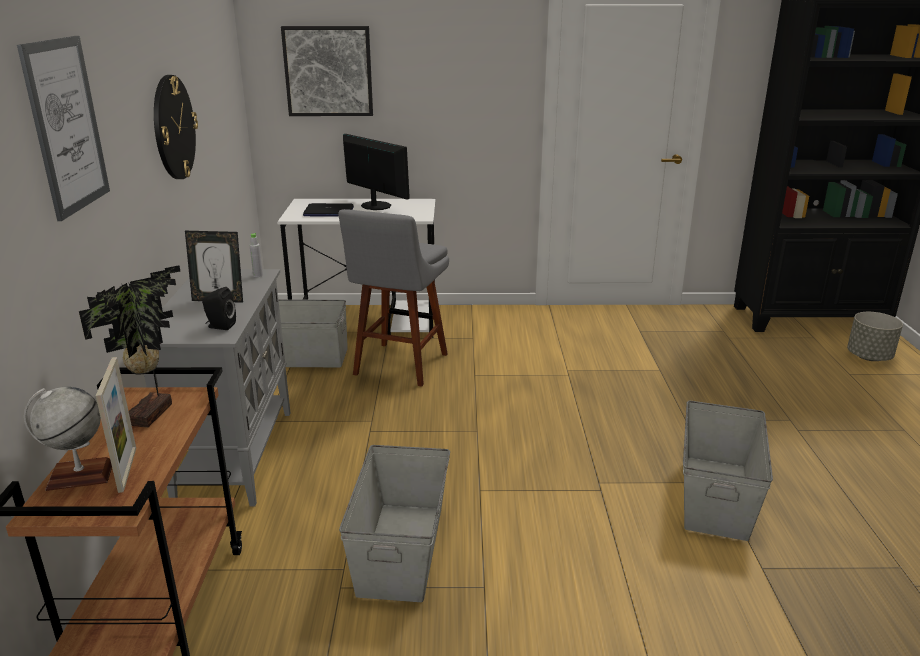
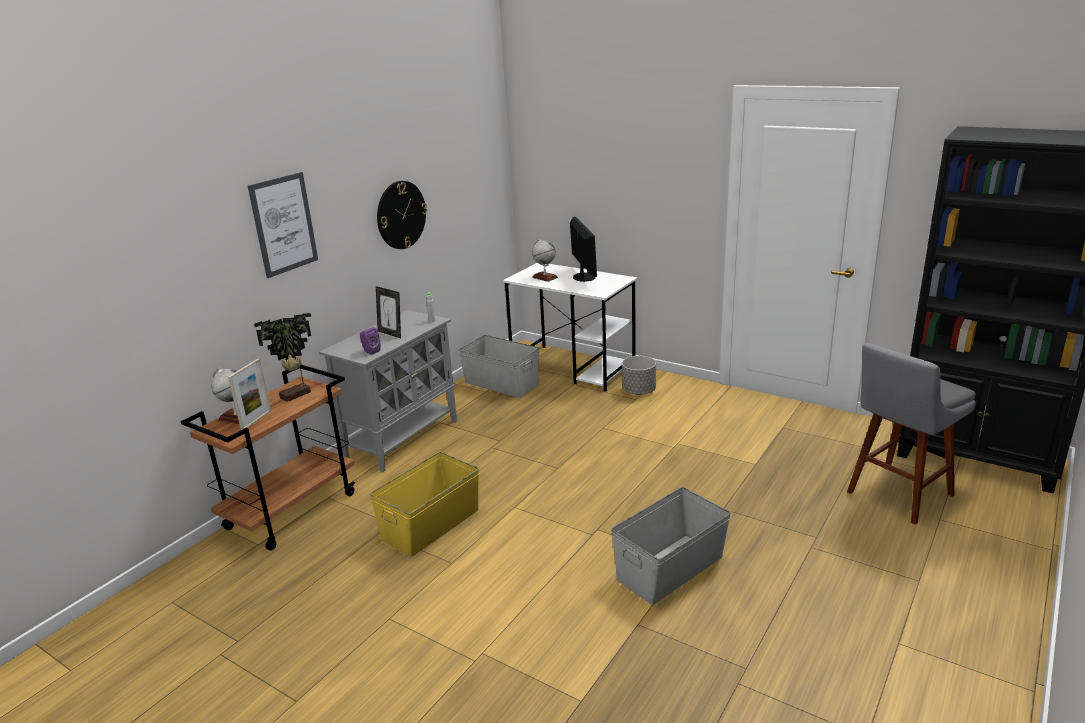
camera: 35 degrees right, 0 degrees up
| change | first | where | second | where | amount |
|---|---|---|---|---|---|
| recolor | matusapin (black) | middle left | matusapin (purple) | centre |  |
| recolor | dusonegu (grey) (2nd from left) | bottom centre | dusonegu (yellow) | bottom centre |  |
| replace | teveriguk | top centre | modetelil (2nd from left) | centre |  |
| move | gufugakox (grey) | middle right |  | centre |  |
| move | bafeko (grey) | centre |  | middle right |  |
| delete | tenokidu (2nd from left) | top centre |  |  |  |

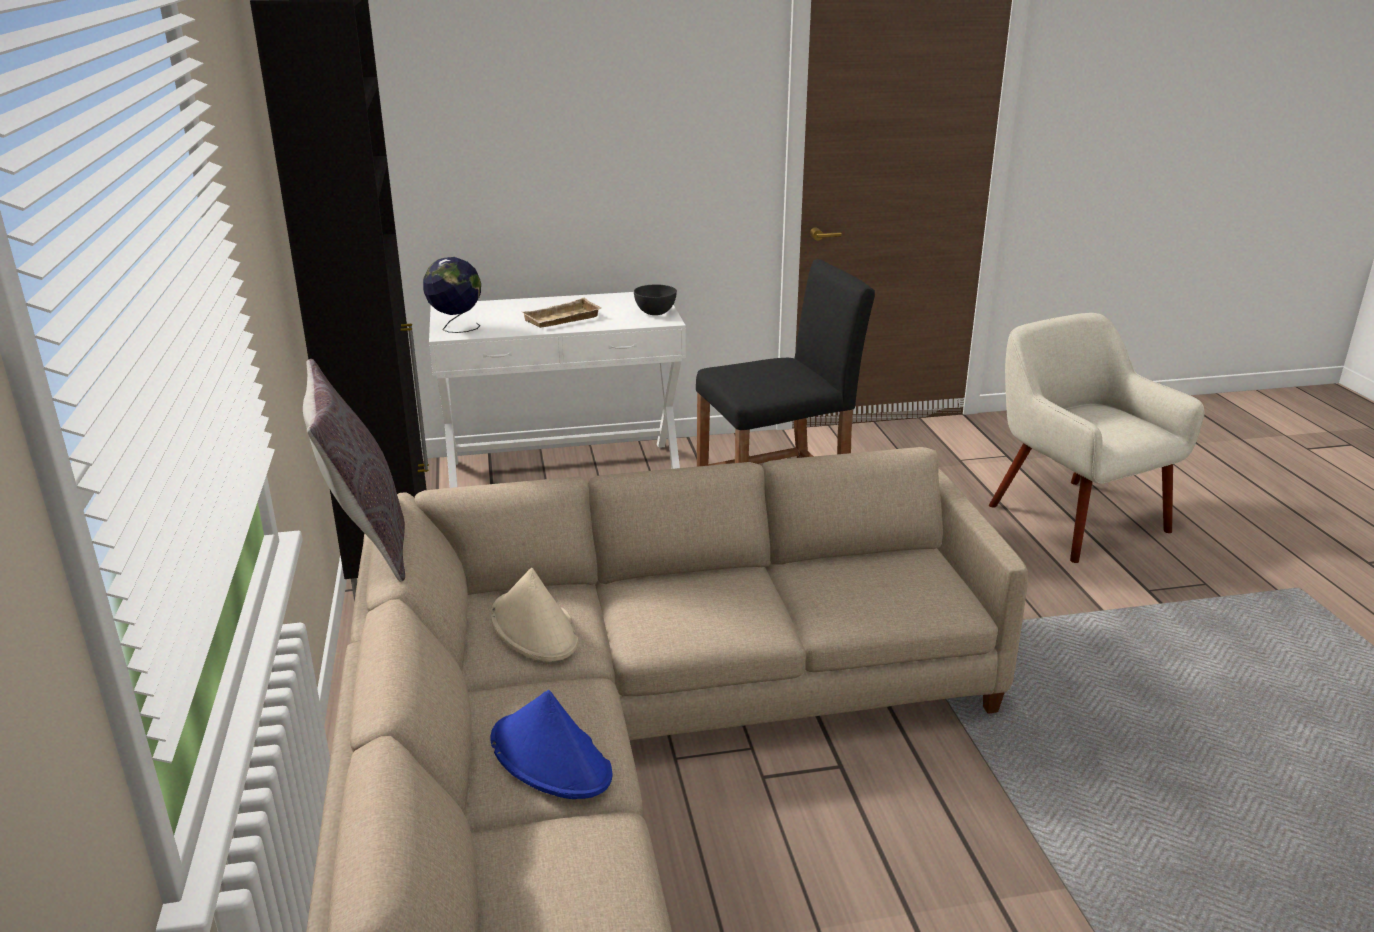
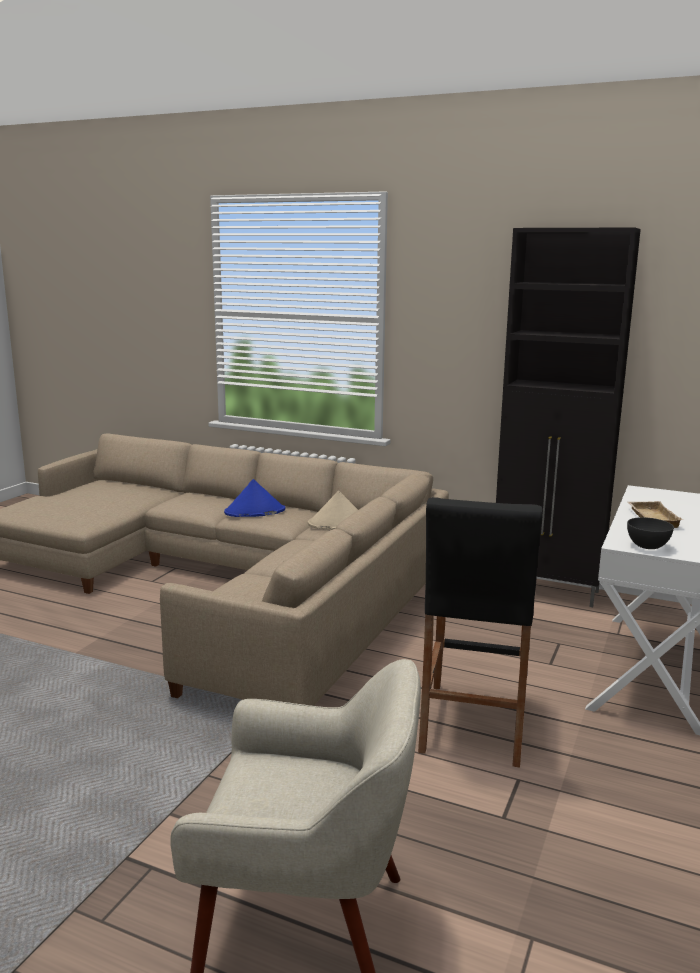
camera: 125 degrees right, 10 degrees down
| change | first | where | second | where | amount |
|---|---|---|---|---|---|
| delete | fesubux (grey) | middle left |  |  |  |
| delete | modetelil | top left |  |  |  |

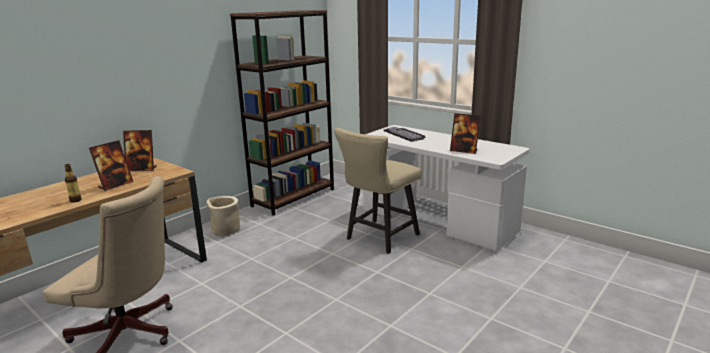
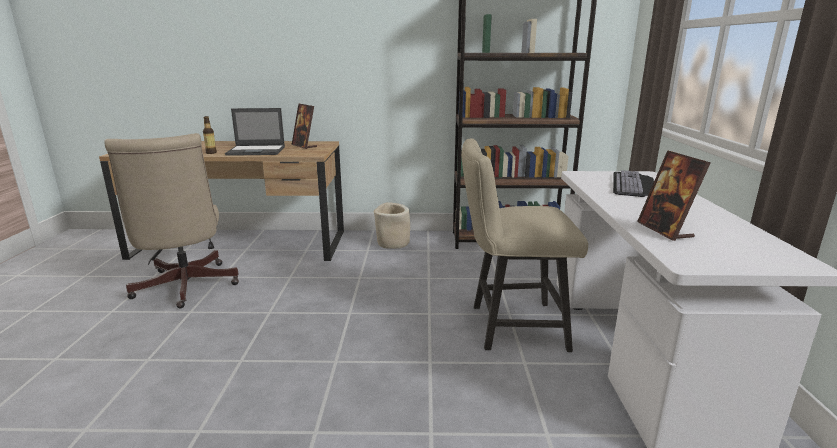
camera: 50 degrees right, 0 degrees up
| change | first | where | second | where | amount |
|---|---|---|---|---|---|
| replace | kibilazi (1st from left) | middle left | teveriguk | top left |  |

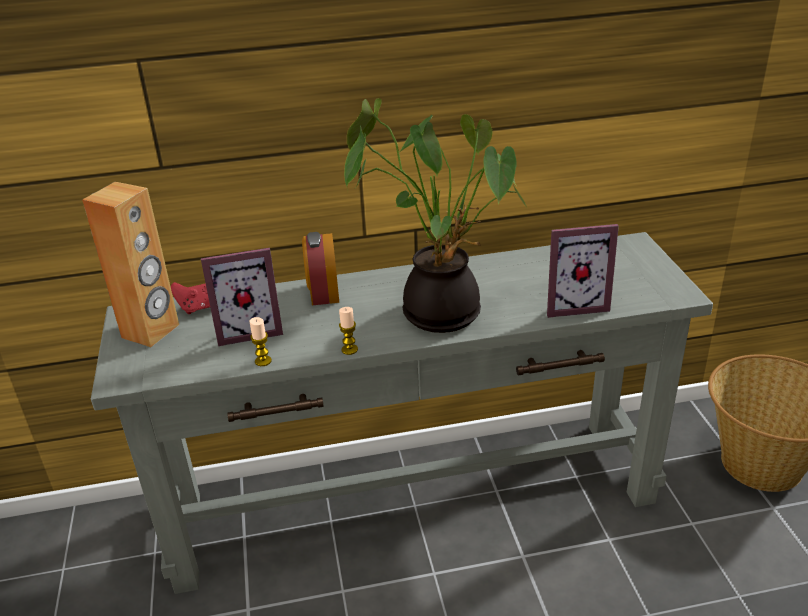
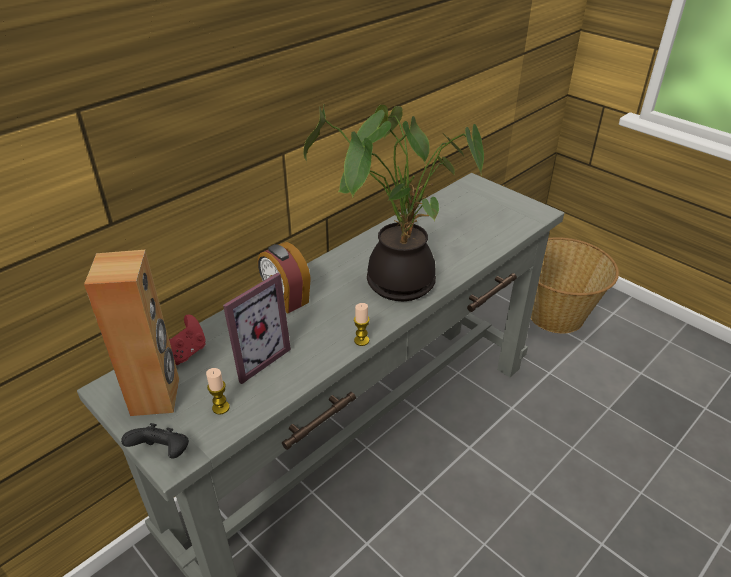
camera: 35 degrees left, 5 degrees up
| change | first | where | second | where | amount |
|---|---|---|---|---|---|
| insert |  |  | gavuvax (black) | bottom left |  |
| move | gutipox (1st from left) | middle left |  | bottom left |  |
| delete | kibilazi (2nd from left) | middle right |  |  |  |

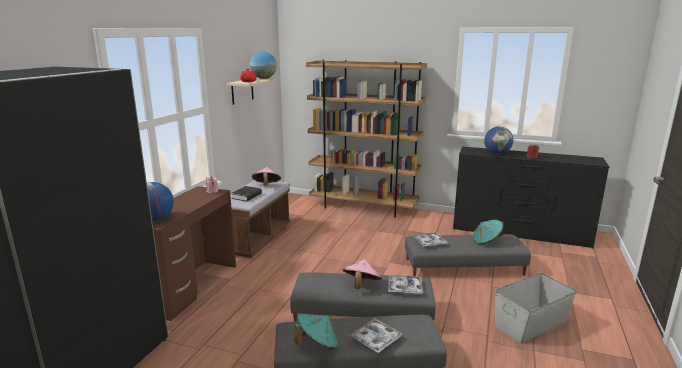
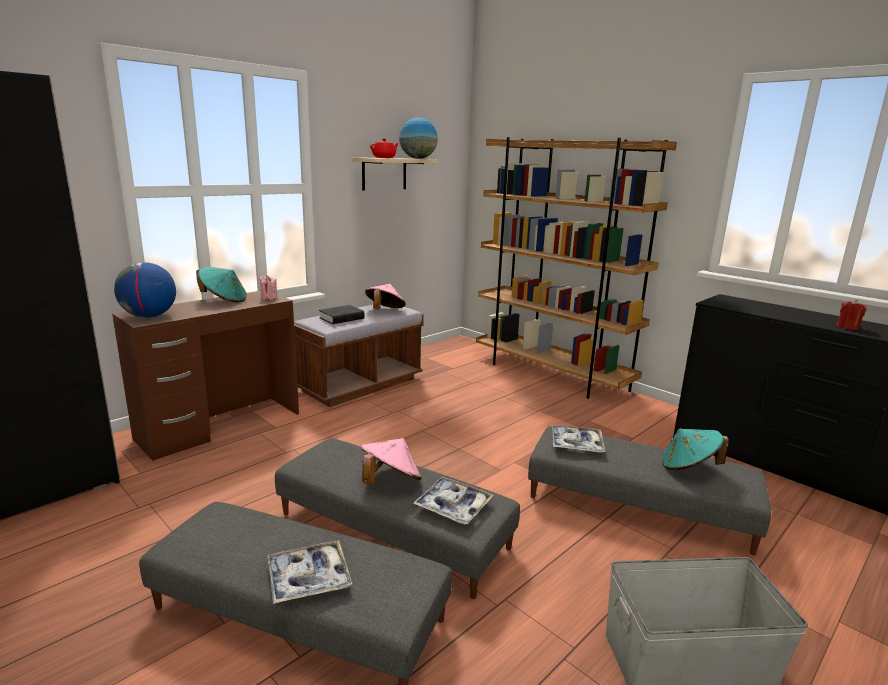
camera: 25 degrees right, 0 degrees up
| change | first | where | second | where | amount |
|---|---|---|---|---|---|
| move | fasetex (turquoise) (1st from left) | bottom centre |  | middle left |  |
| delete | modetelil (3rd from left) | middle right |  |  |  |

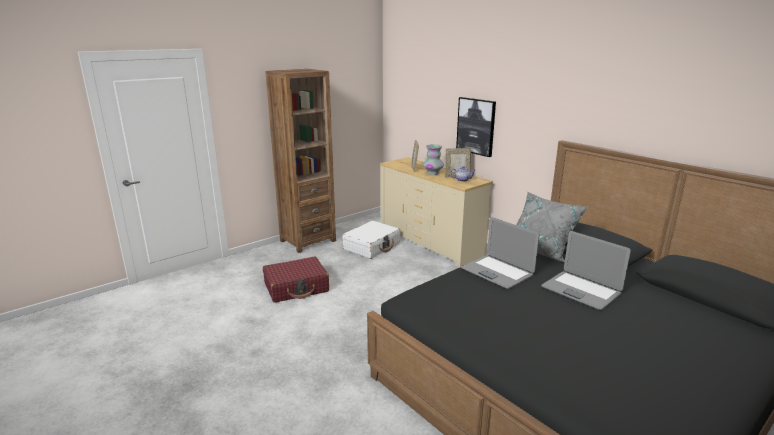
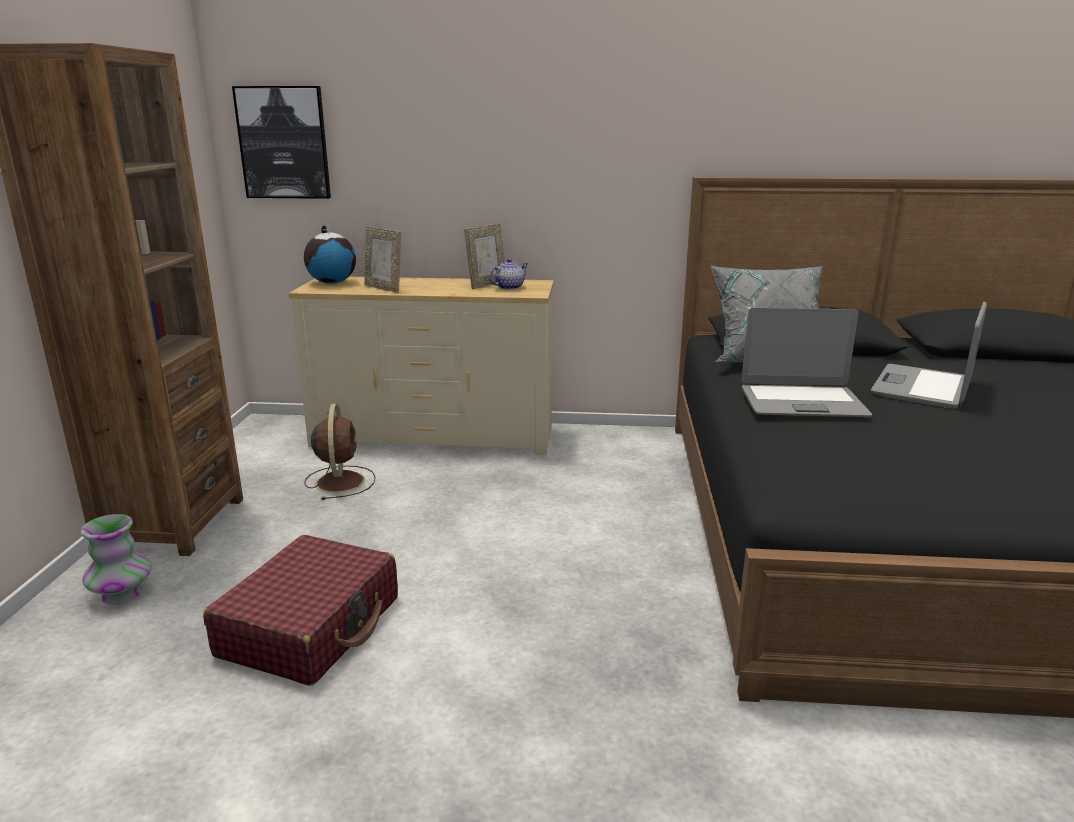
camera: 45 degrees left, 0 degrees up
| change | first | where | second | where | amount |
|---|---|---|---|---|---|
| move | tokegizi | centre |  | bottom left |  |
| move | tenokidu | top centre |  | top left |  |
| insert |  |  | modetelil | top left |  |
| replace | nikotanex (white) | centre | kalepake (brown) | middle left |  |
| rotate | teveriguk (2nd from left) | middle right |  | middle right | 120 degrees clockwise |

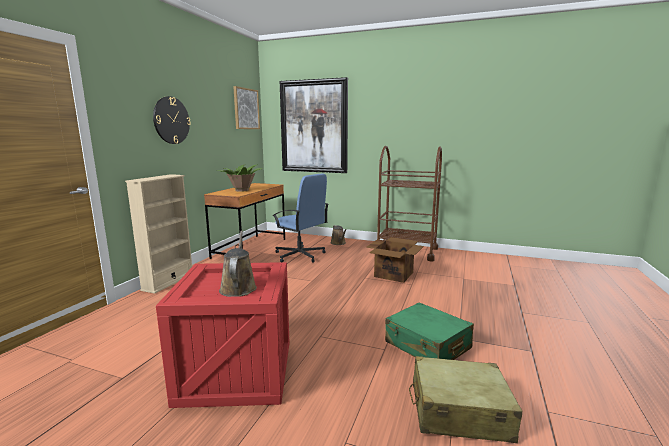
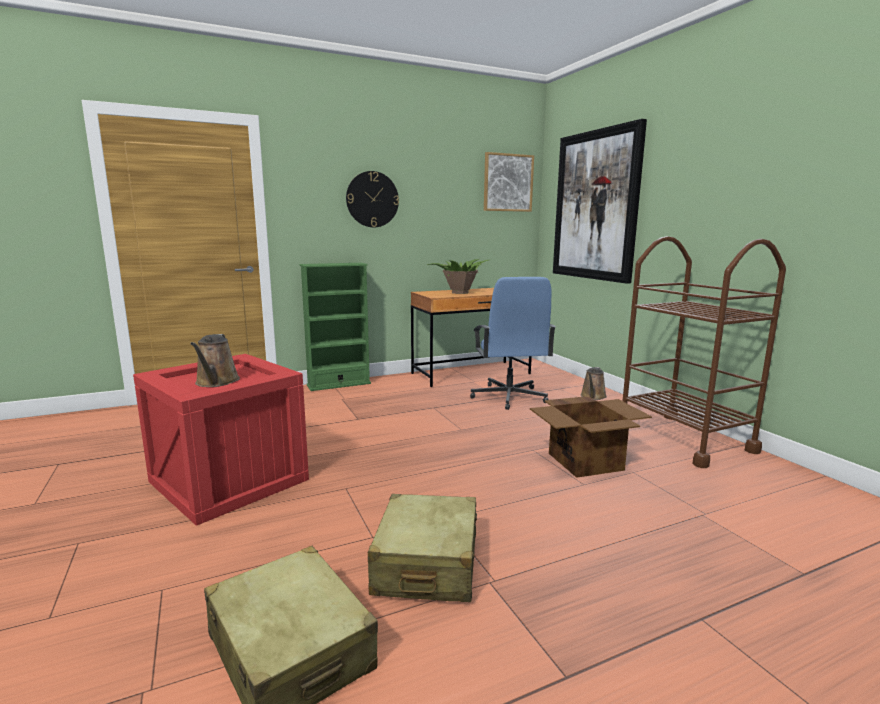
camera: 45 degrees right, 0 degrees up
| change | first | where | second | where | amount |
|---|---|---|---|---|---|
| rotate | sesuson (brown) (1st from left) | centre |  | middle left | 135 degrees clockwise |
| recolor | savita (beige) | middle left | savita (green) | centre |  |
| recolor | nikotanex (green) | bottom centre | nikotanex (beige) (2nd from left) | bottom centre |  |

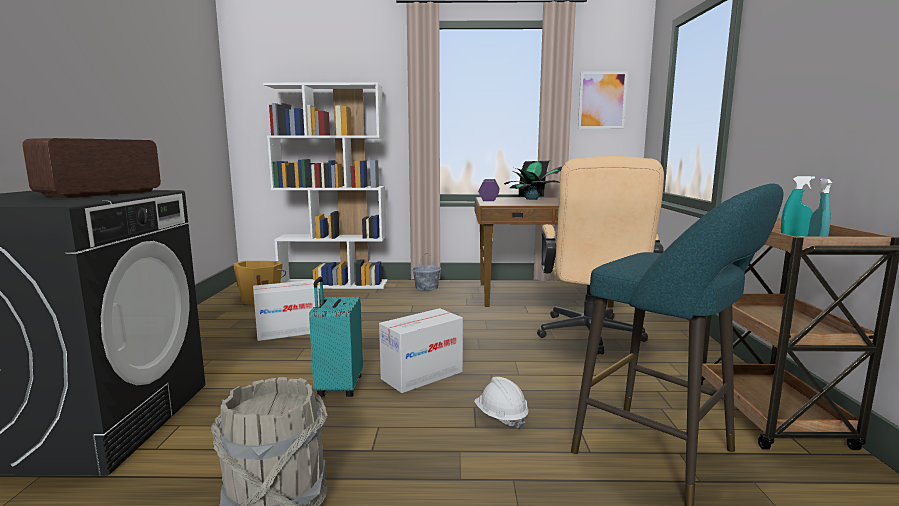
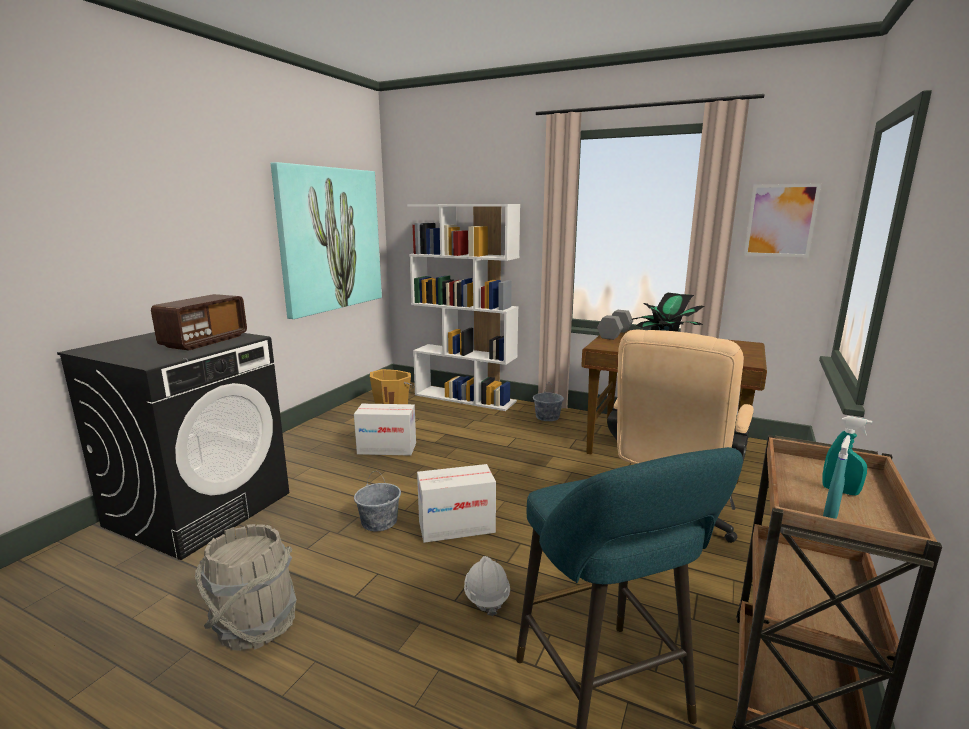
camera: 25 degrees right, 5 degrees up
| change | first | where | second | where | amount |
|---|---|---|---|---|---|
| rotate | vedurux | top left |  | middle left | 150 degrees clockwise |
| insert |  |  | tenokidu (1st from left) | top centre |  |
| replace | nikotanex (turquoise) | centre | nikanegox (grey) (2nd from left) | bottom centre |  |
| recolor | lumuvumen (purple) | centre | lumuvumen (grey) | centre |  |

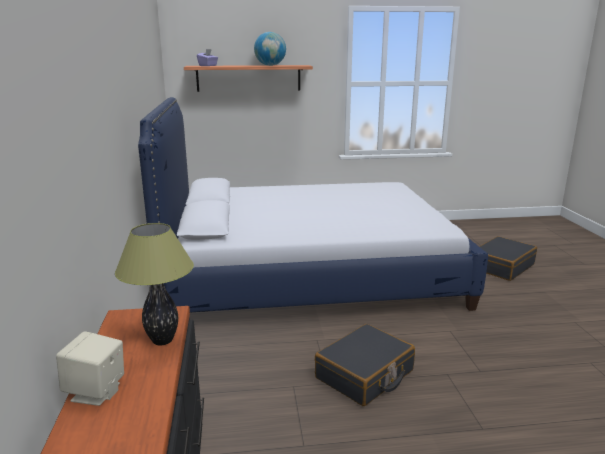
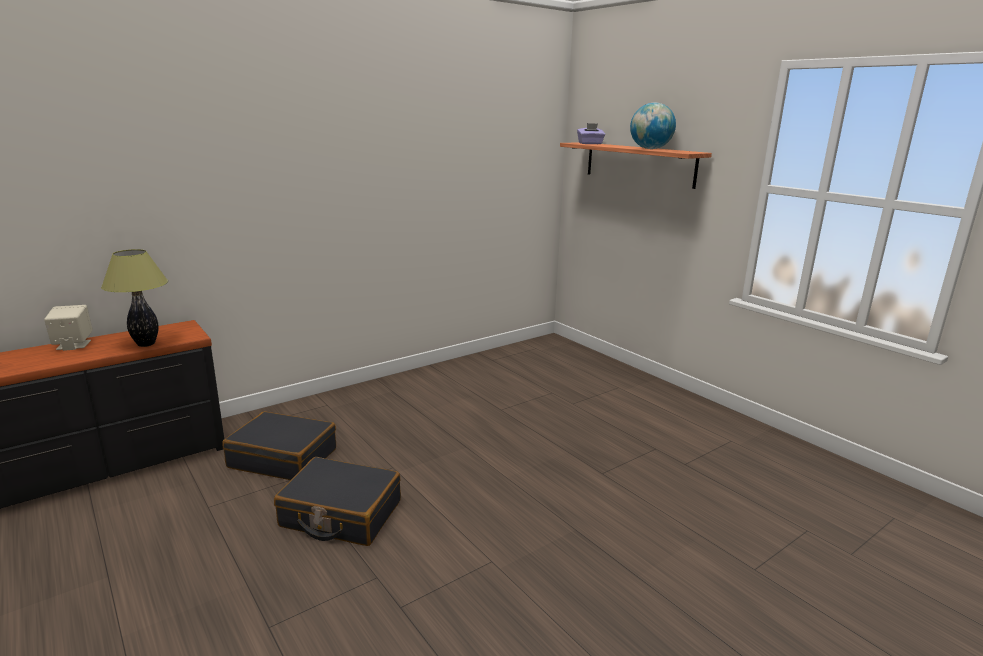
camera: 60 degrees right, 0 degrees up
| change | first | where | second | where | amount |
|---|---|---|---|---|---|
| move | nikotanex (black) (2nd from left in the first image) | middle right | nikotanex (black) (1st from left) | bottom left |  |
| delete | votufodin | centre |  |  |  |

